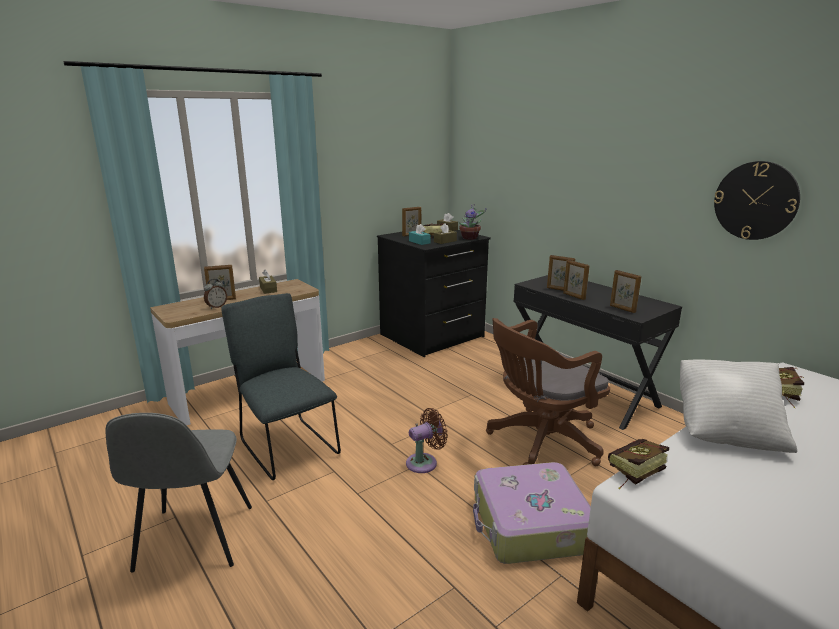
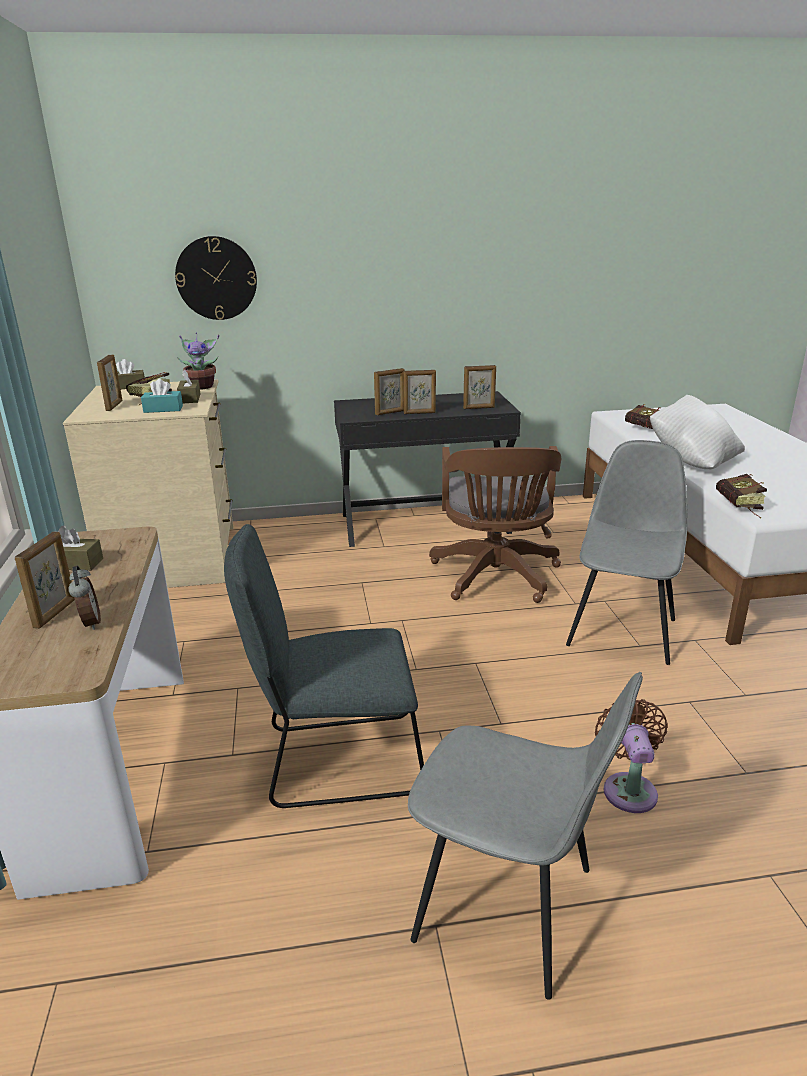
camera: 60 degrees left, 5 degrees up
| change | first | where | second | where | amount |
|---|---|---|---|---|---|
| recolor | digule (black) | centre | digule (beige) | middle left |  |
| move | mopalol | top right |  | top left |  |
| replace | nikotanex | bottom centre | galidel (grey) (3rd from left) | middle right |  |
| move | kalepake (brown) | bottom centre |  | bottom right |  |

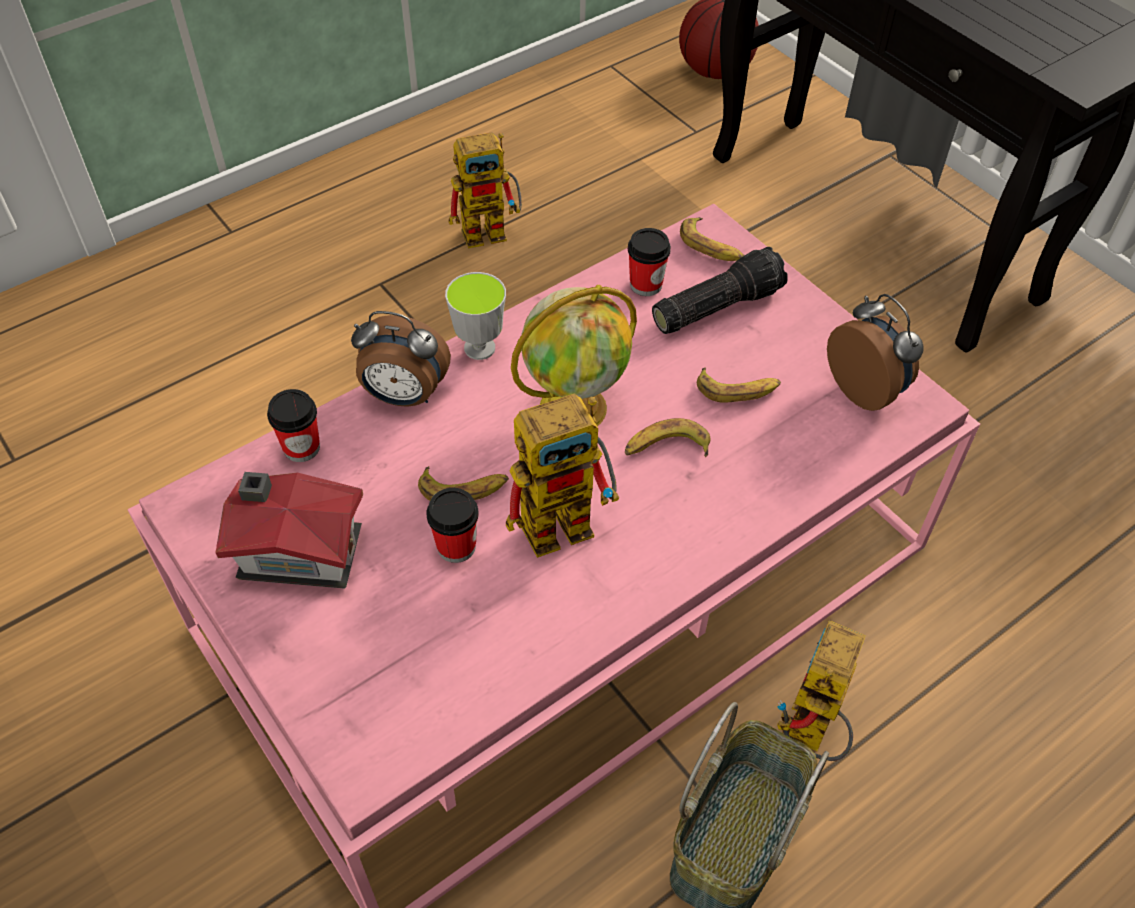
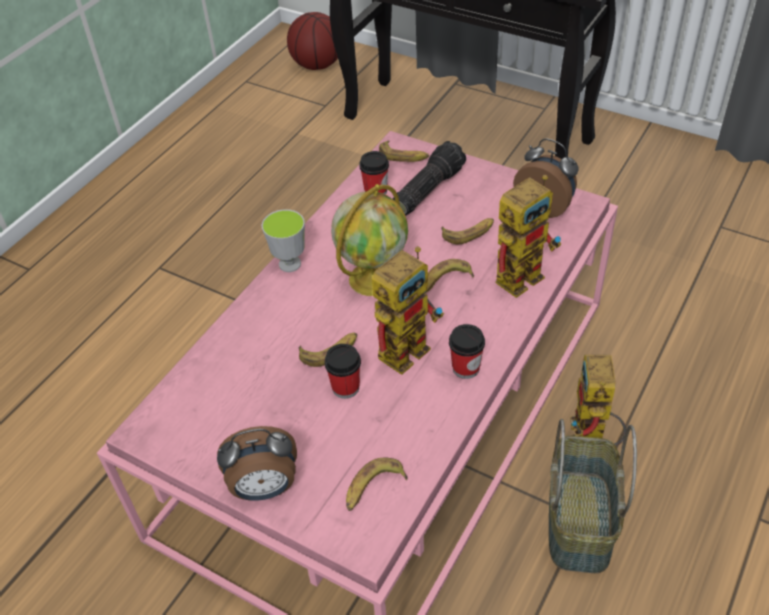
camera: 20 degrees left, 5 degrees down
| change | first | where | second | where | amount |
|---|---|---|---|---|---|
| move | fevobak (1st from left) | centre |  | bottom centre |  |
| insert |  |  | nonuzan (2nd from left) | bottom centre |  |
| move | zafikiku (1st from left in the first image) | middle left | zafikiku (4th from left) | centre |  |
| move | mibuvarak (1st from left in the first image) | top centre | mibuvarak (2nd from left) | middle right |  |
| delete | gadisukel | middle left |  |  |  |

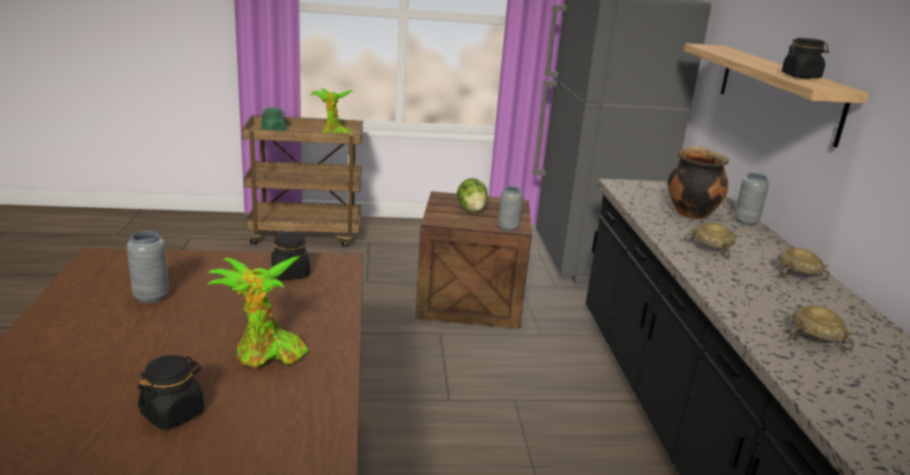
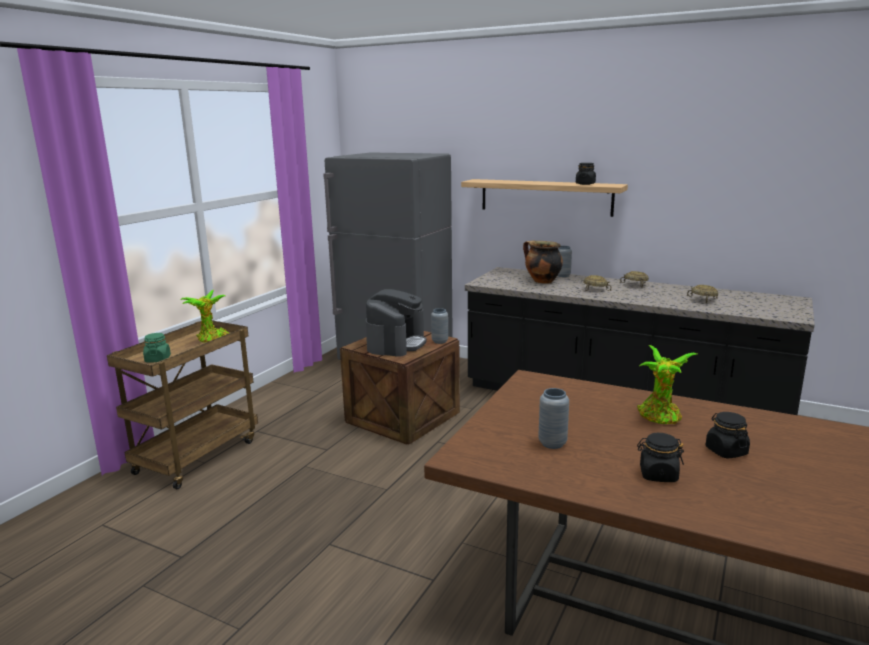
camera: 55 degrees left, 5 degrees down
| change | first | where | second | where | amount |
|---|---|---|---|---|---|
| replace | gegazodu | centre | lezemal | centre |  |
| move | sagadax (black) (2nd from left) | middle left |  | bottom right |  |

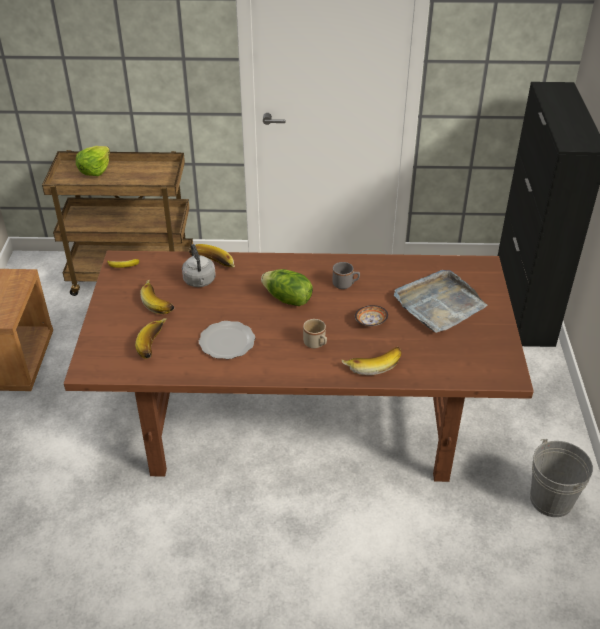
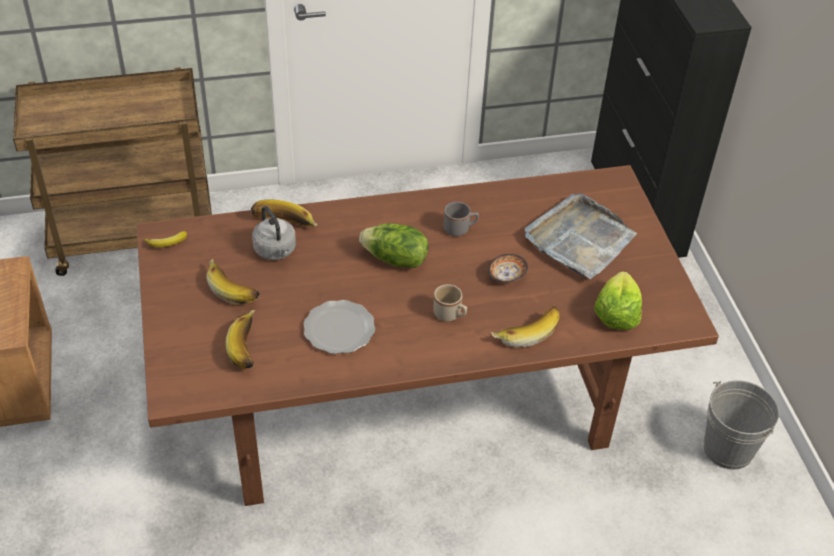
camera: 15 degrees left, 5 degrees up
| change | first | where | second | where | amount |
|---|---|---|---|---|---|
| move | gegazodu (1st from left in the first image) | top left | gegazodu (2nd from left) | middle right |  |

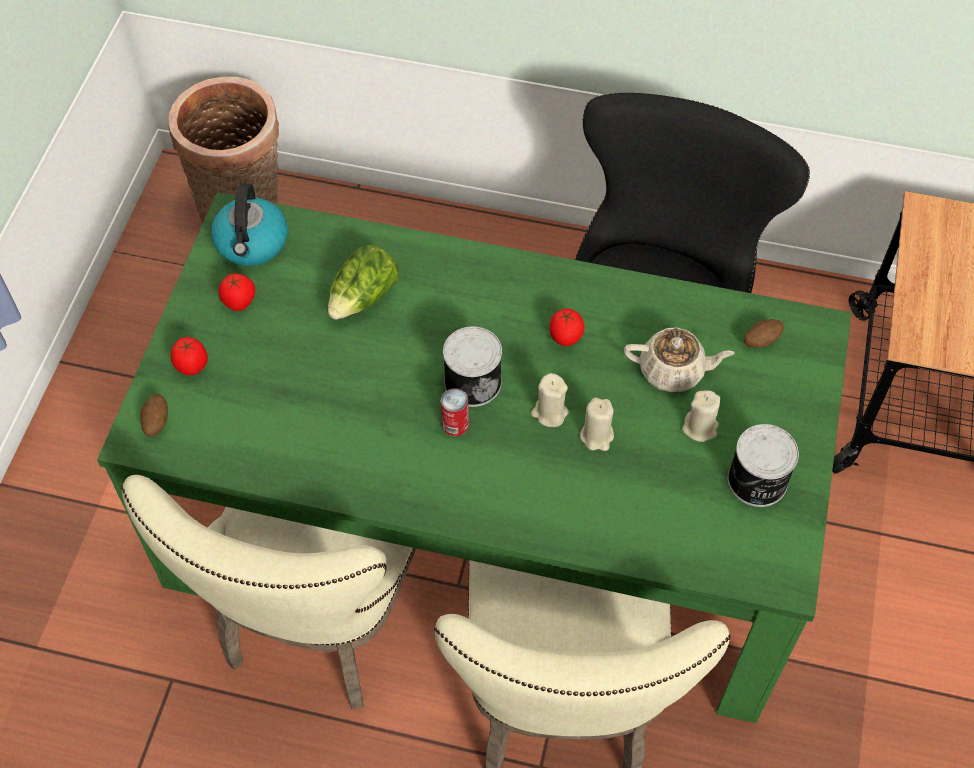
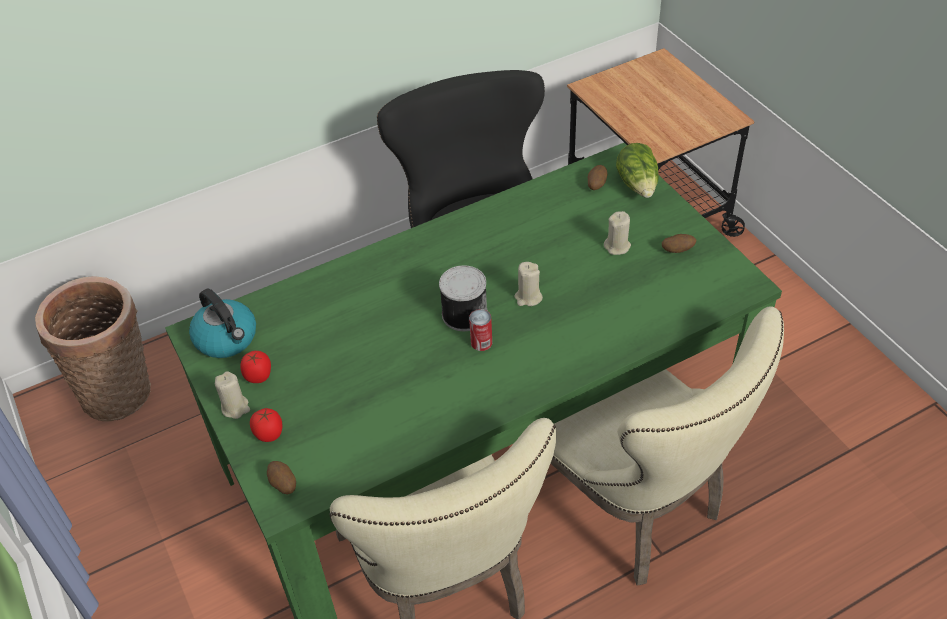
camera: 40 degrees left, 10 degrees down
| change | first | where | second | where | amount |
|---|---|---|---|---|---|
| move | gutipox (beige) (2nd from left in the first image) | centre | gutipox (beige) (1st from left) | middle left |  |
| move | gegazodu | centre |  | top right |  |
| replace | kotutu (3rd from left) | middle right | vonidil (3rd from left) | middle right |  |
| delete | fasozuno (3rd from left) | centre |  |  |  |
| delete | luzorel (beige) | middle right |  |  |  |

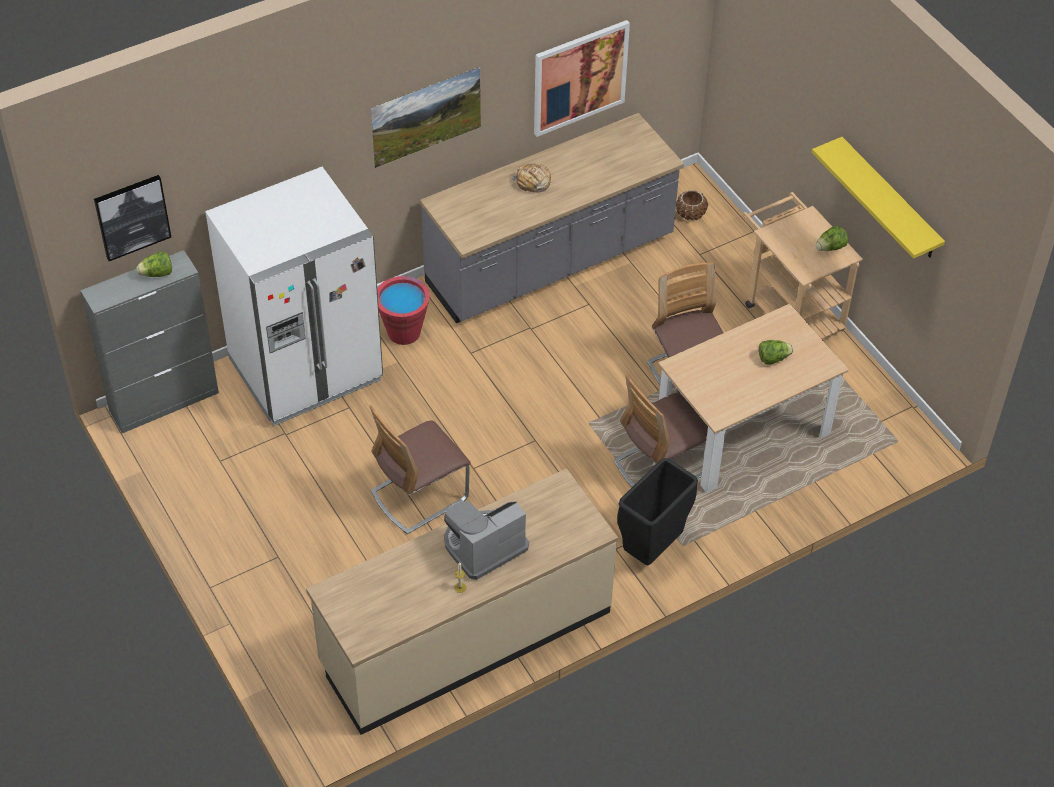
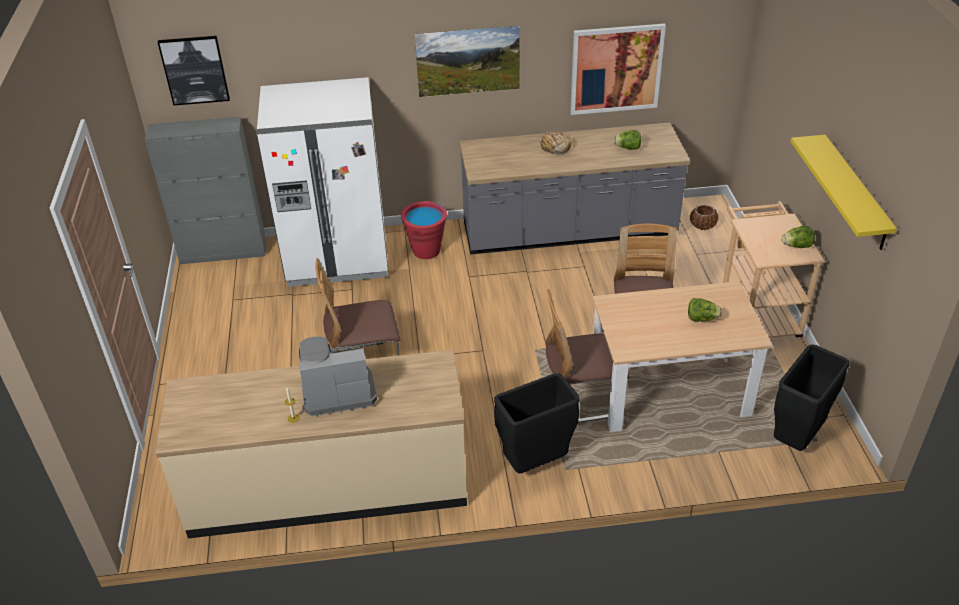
camera: 25 degrees right, 10 degrees down
| change | first | where | second | where | amount |
|---|---|---|---|---|---|
| move | gegazodu (1st from left) | middle left |  | top centre |  |
| insert |  |  | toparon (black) (2nd from left) | middle right |  |

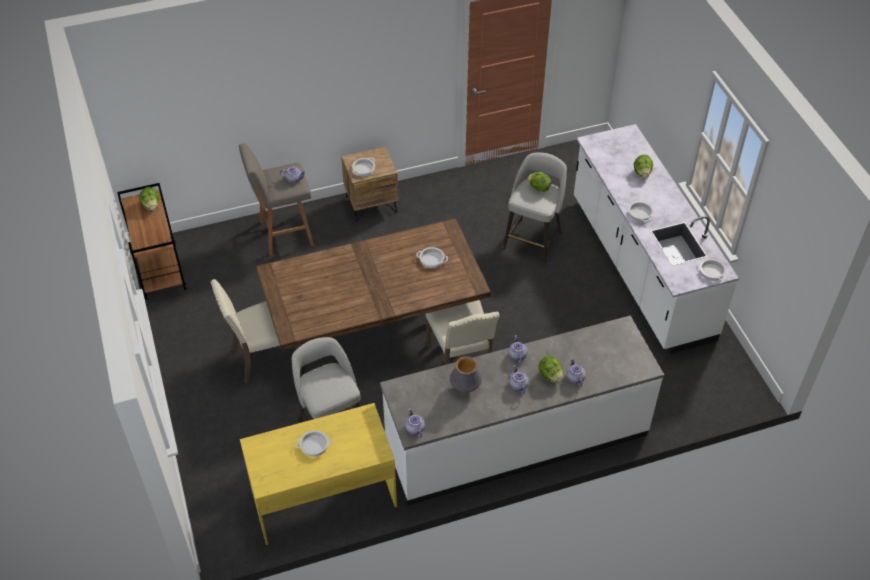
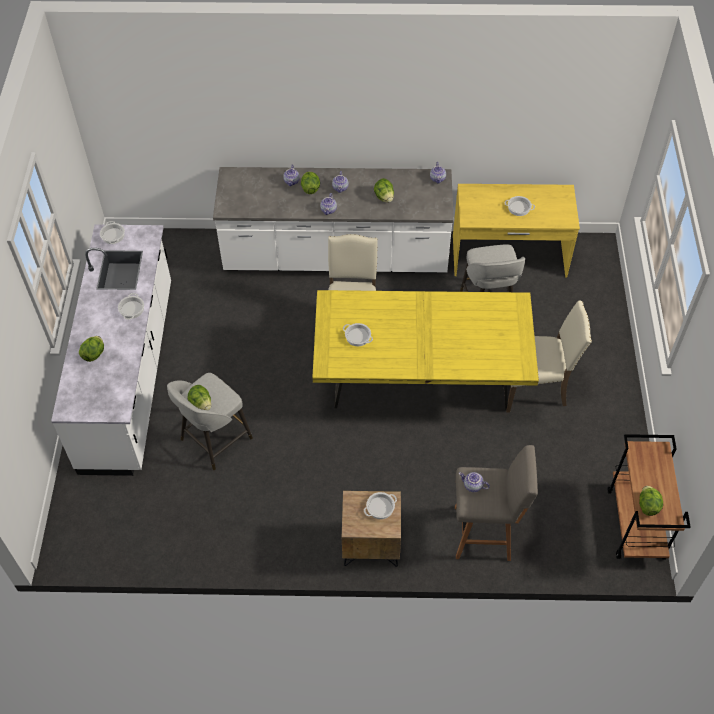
camera: 160 degrees left, 5 degrees up
| change | first | where | second | where | amount |
|---|---|---|---|---|---|
| recolor | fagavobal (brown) | centre | fagavobal (yellow) | centre |  |
| replace | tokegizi | centre | gegazodu (4th from left) | top centre |  |

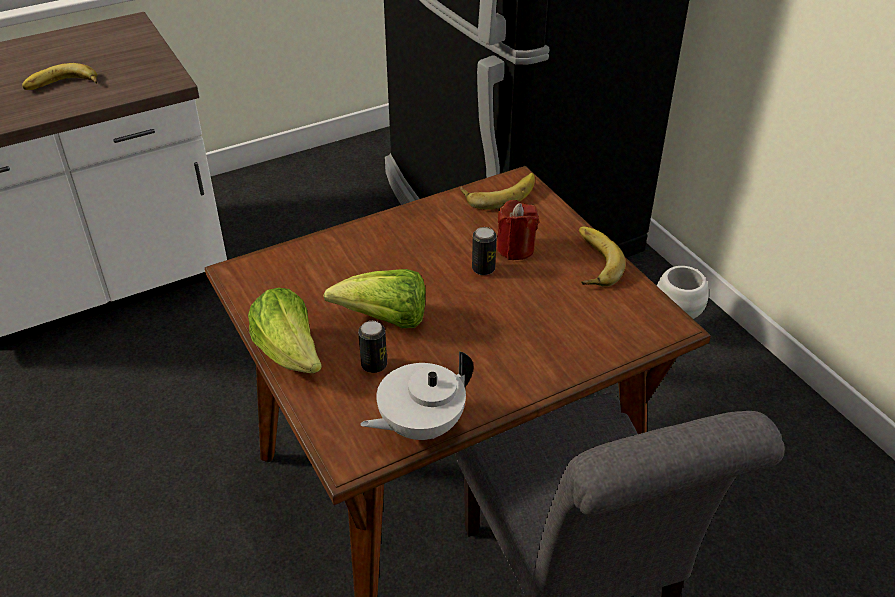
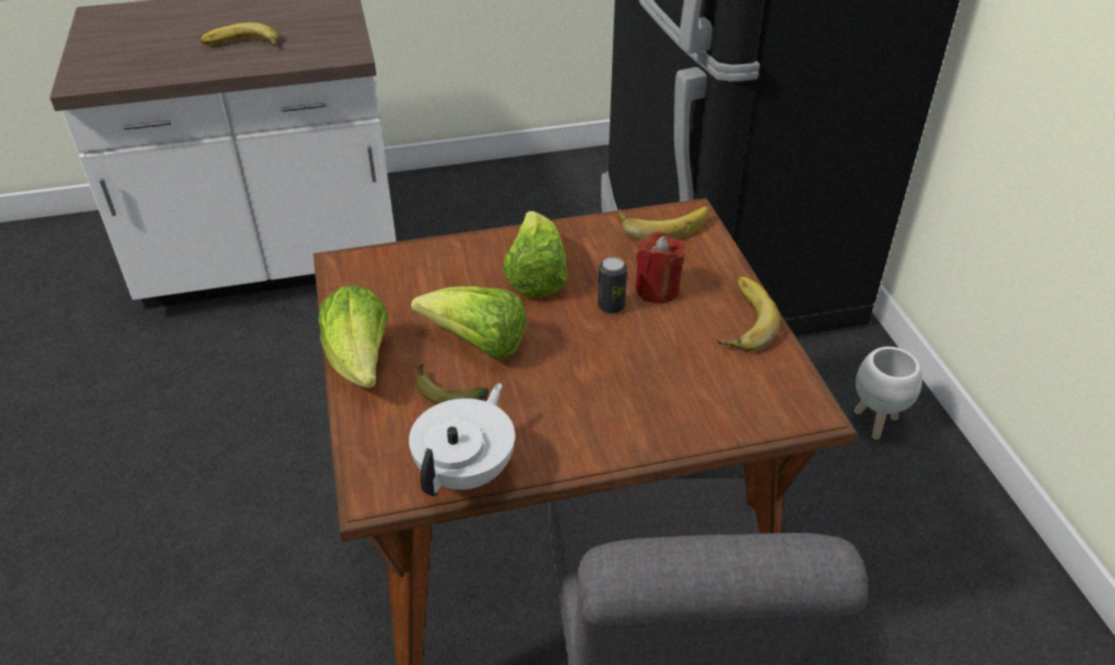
camera: 15 degrees right, 0 degrees up
| change | first | where | second | where | amount |
|---|---|---|---|---|---|
| rotate | luzorel (white) | centre |  | centre | 135 degrees clockwise |
| replace | kotutu (1st from left) | centre | nonuzan (2nd from left) | centre |  |
| insert |  |  | gegazodu (3rd from left) | centre |  |

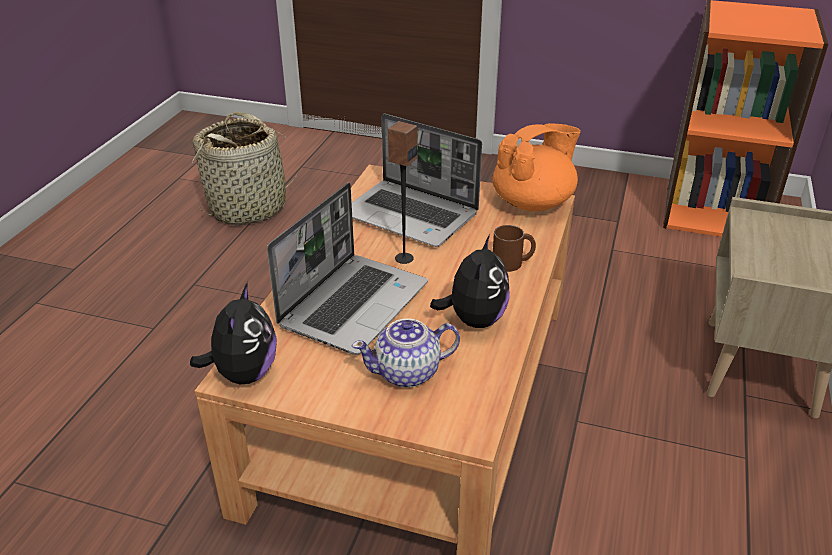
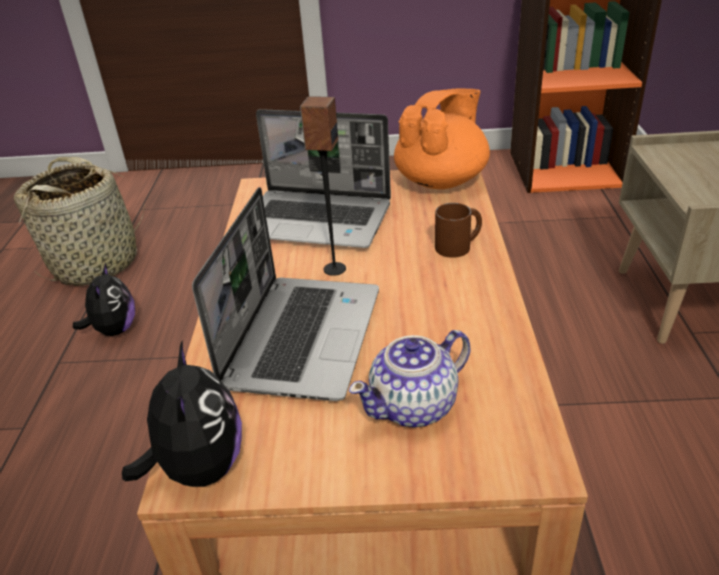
camera: 15 degrees left, 0 degrees up
| change | first | where | second | where | amount |
|---|---|---|---|---|---|
| move | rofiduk (2nd from left in the first image) | centre | rofiduk (1st from left) | middle left |  |

